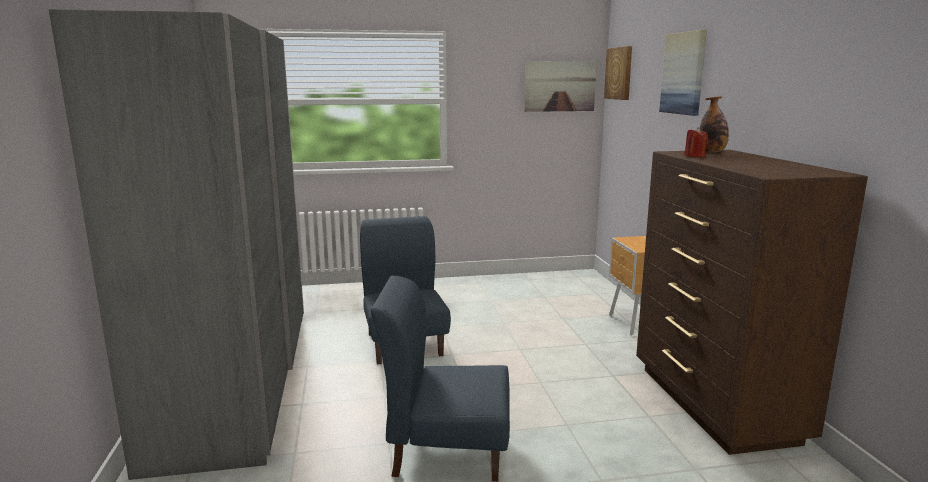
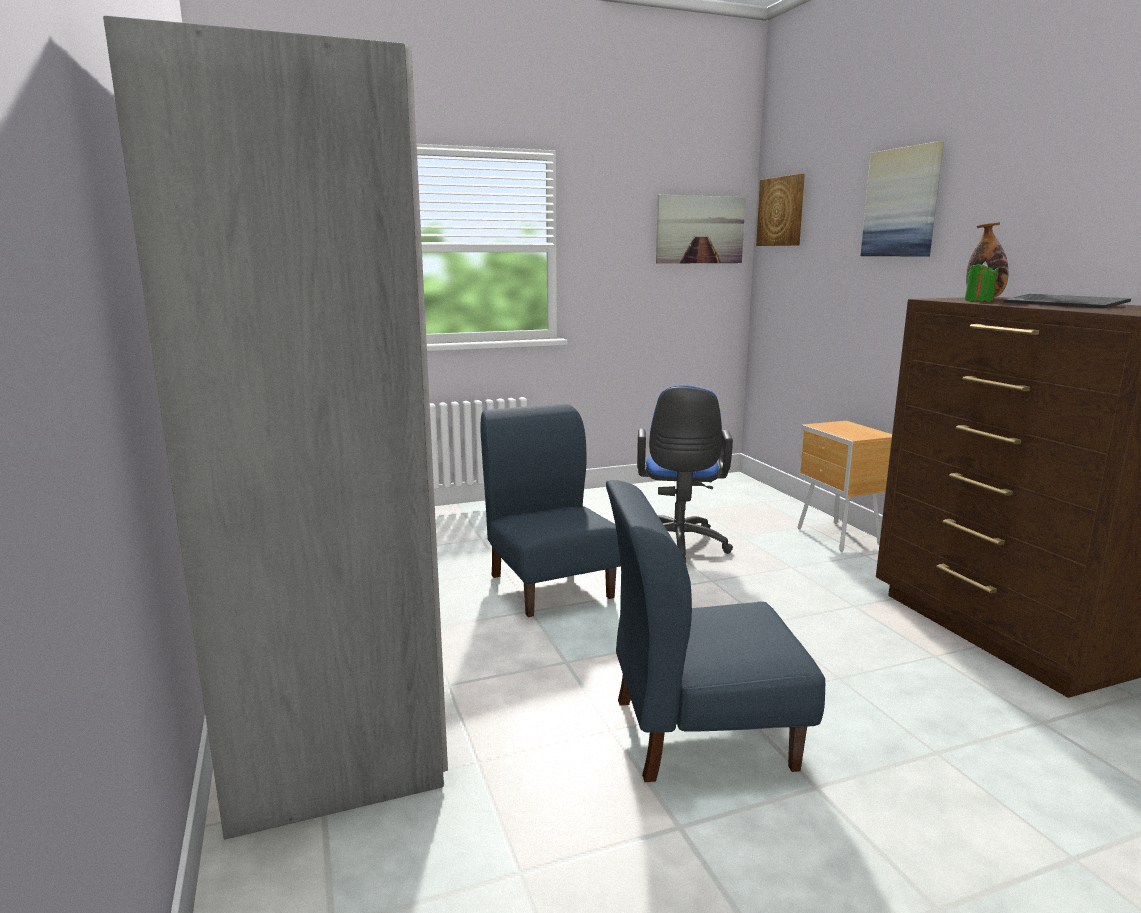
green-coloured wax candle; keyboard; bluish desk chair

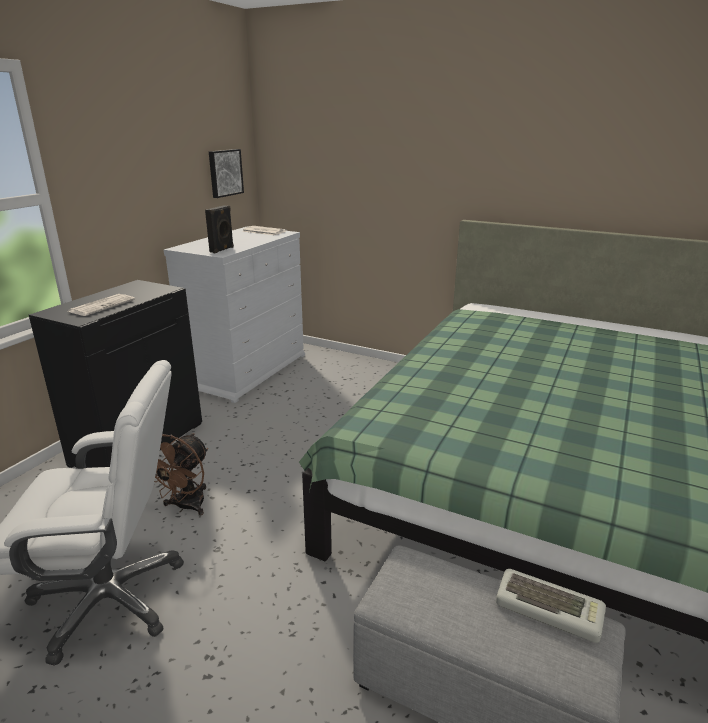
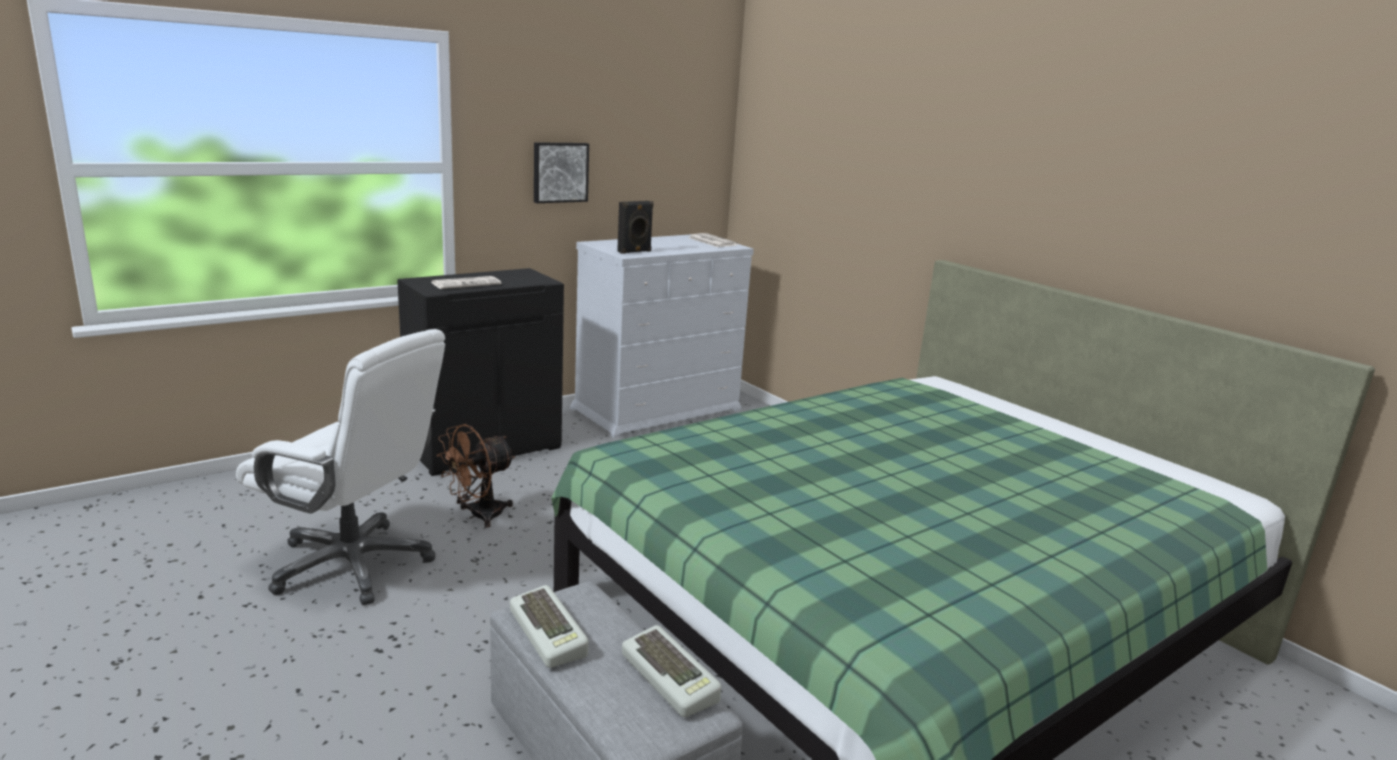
wall art; keyboard (no. 1 from left)

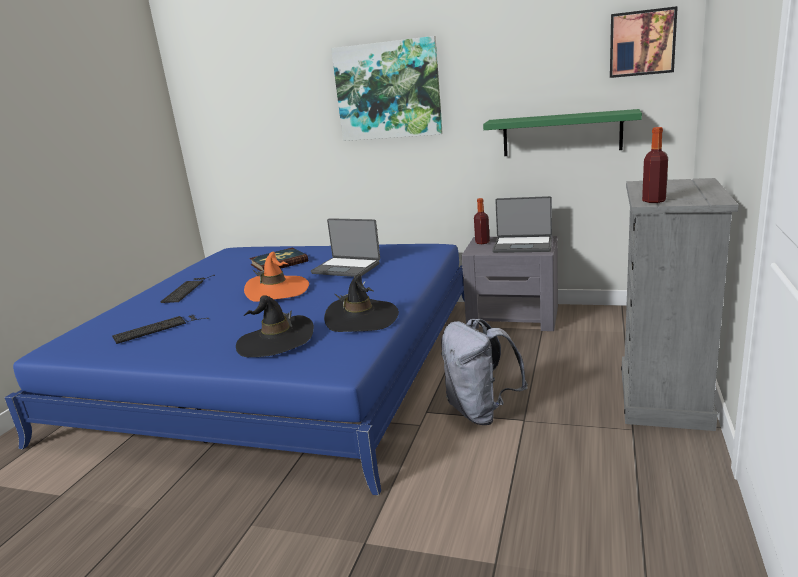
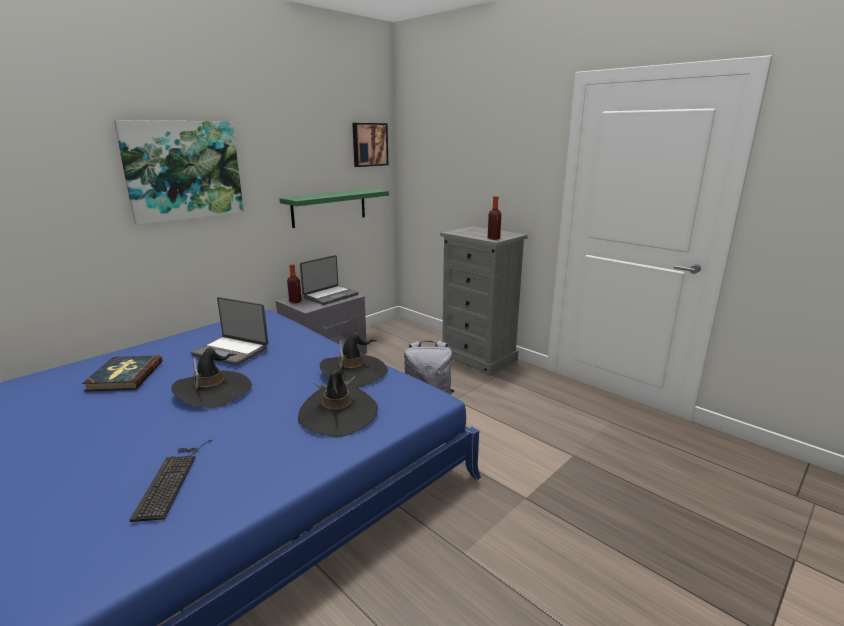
notebook computer (no. 1 from left); blackish clothing hat (no. 1 from left); keyboard (no. 2 from left in the first image)

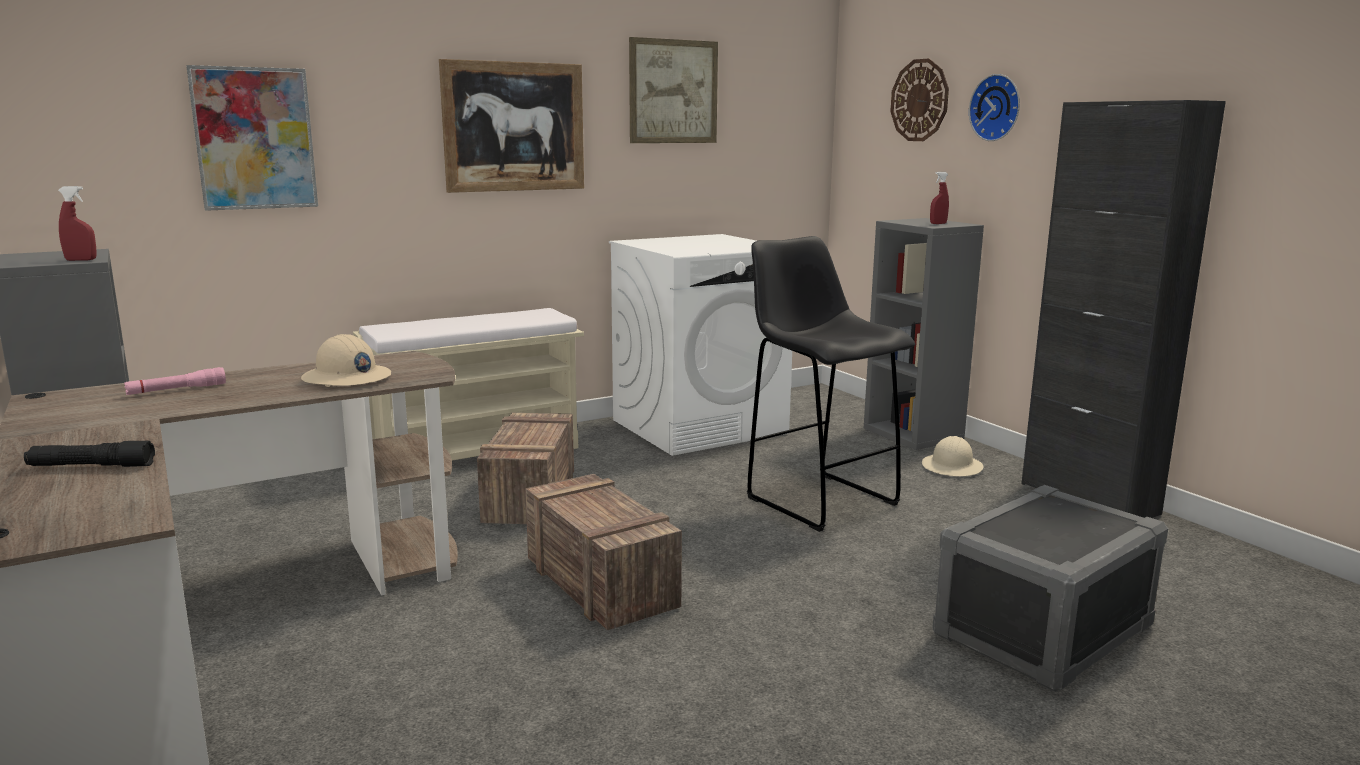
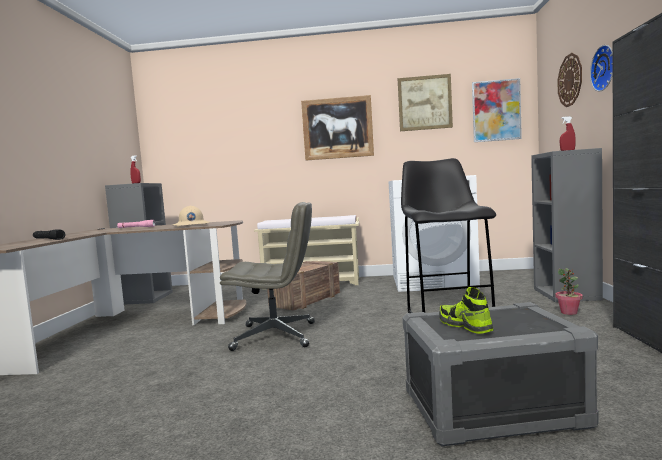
wall art (no. 3 from left); potted plant; grey desk chair; item of footwear

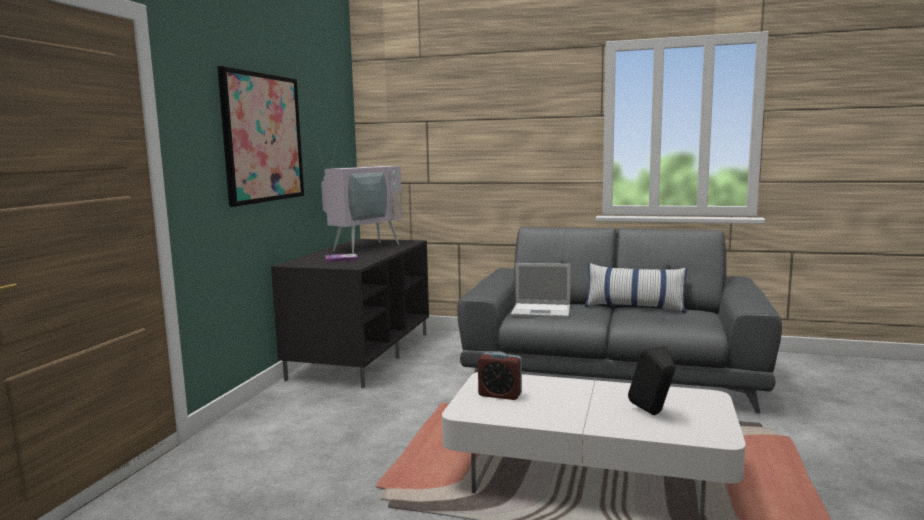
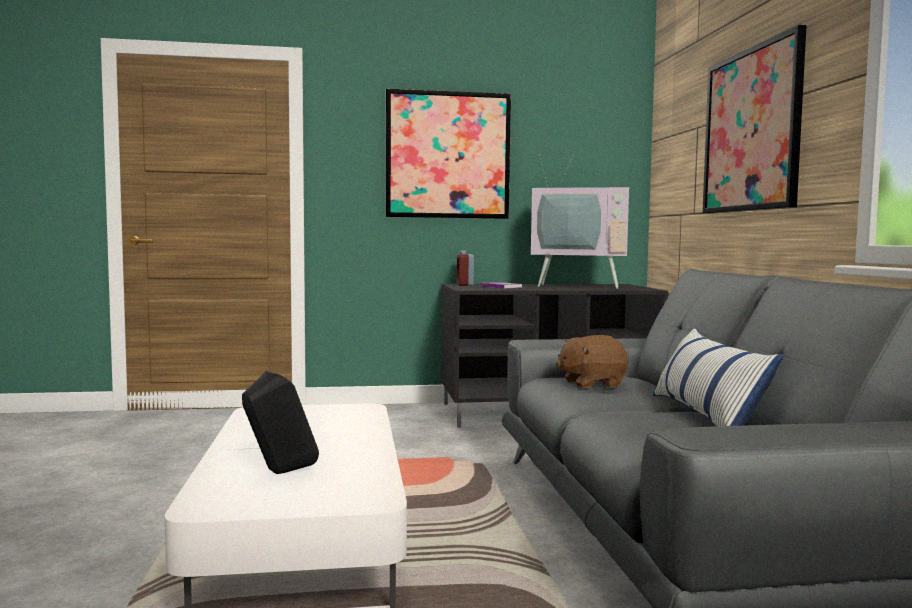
brown-coloured soft toy; alarm clock; wall art (no. 2 from left)

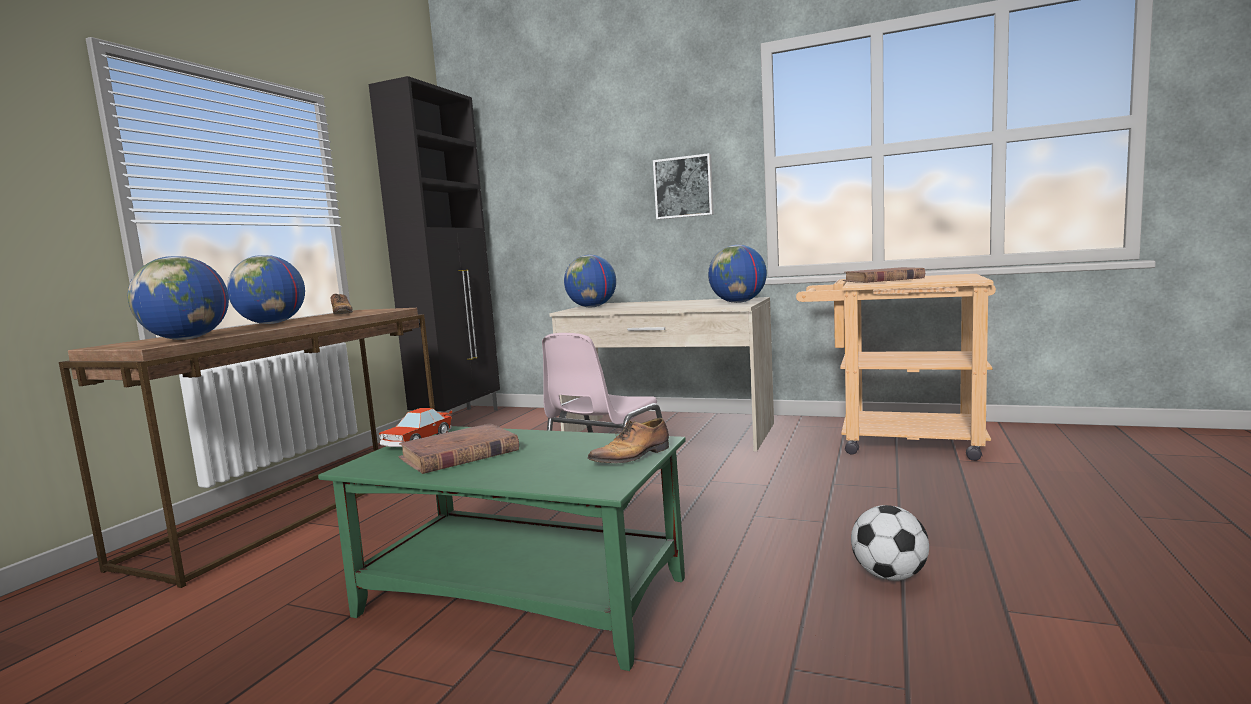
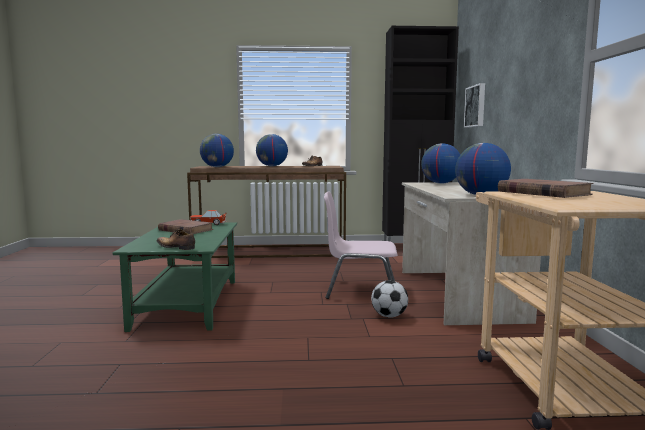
wall art; football ball

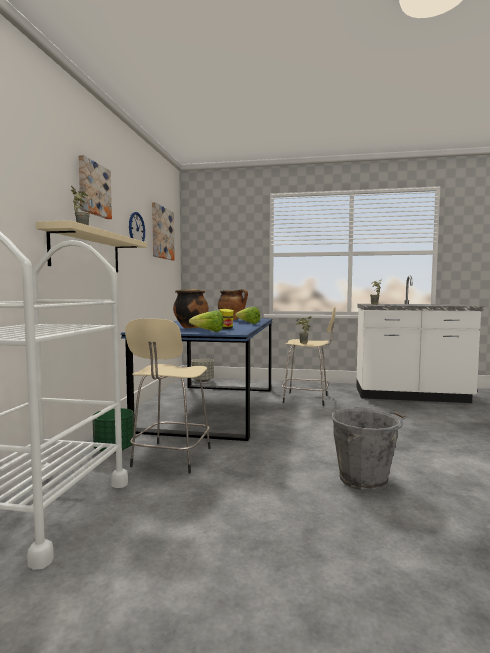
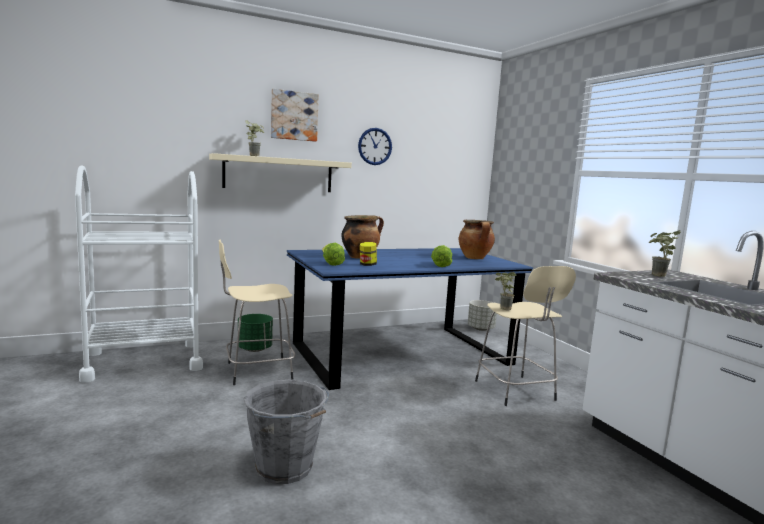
wall art (no. 2 from left in the first image)

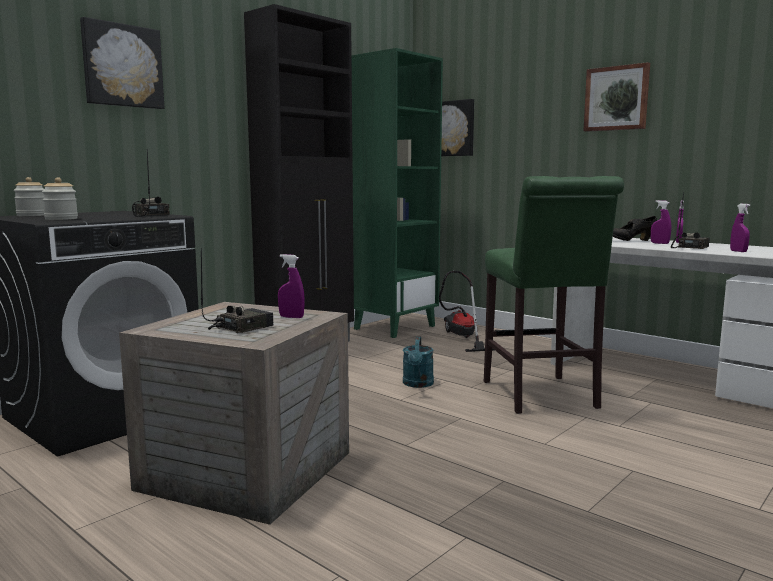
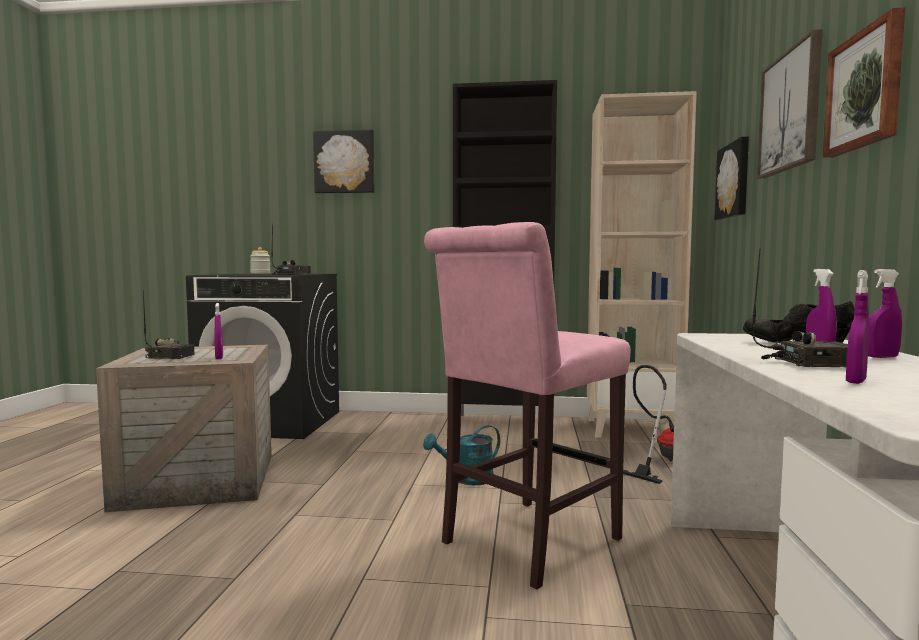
sand-coloured bookcase; pink-coloured stool seat; preserve jar (no. 2 from left in the first image); wall art (no. 3 from left)

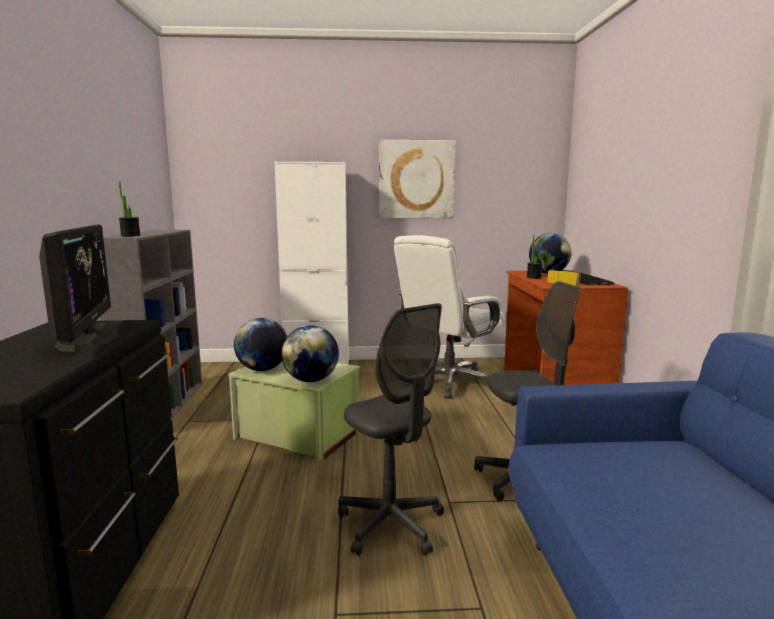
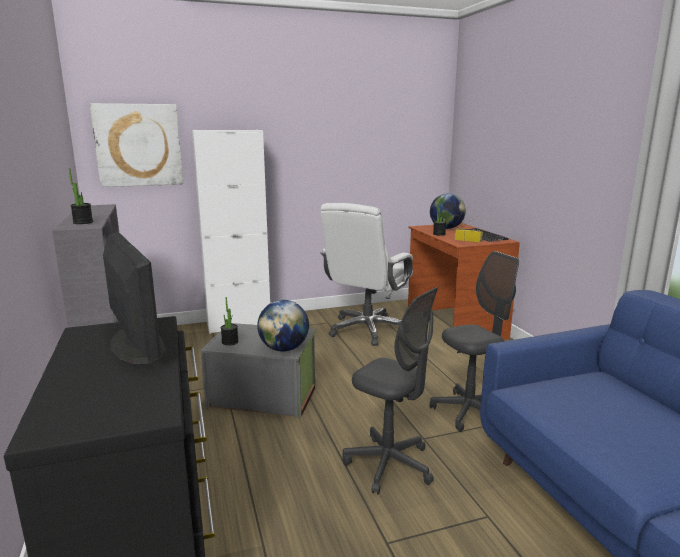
wall art; potted plant (no. 2 from left); grey storage container

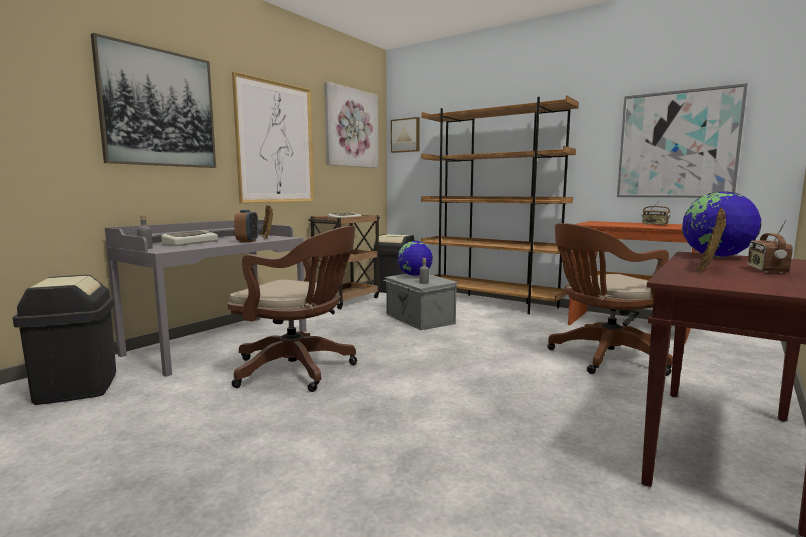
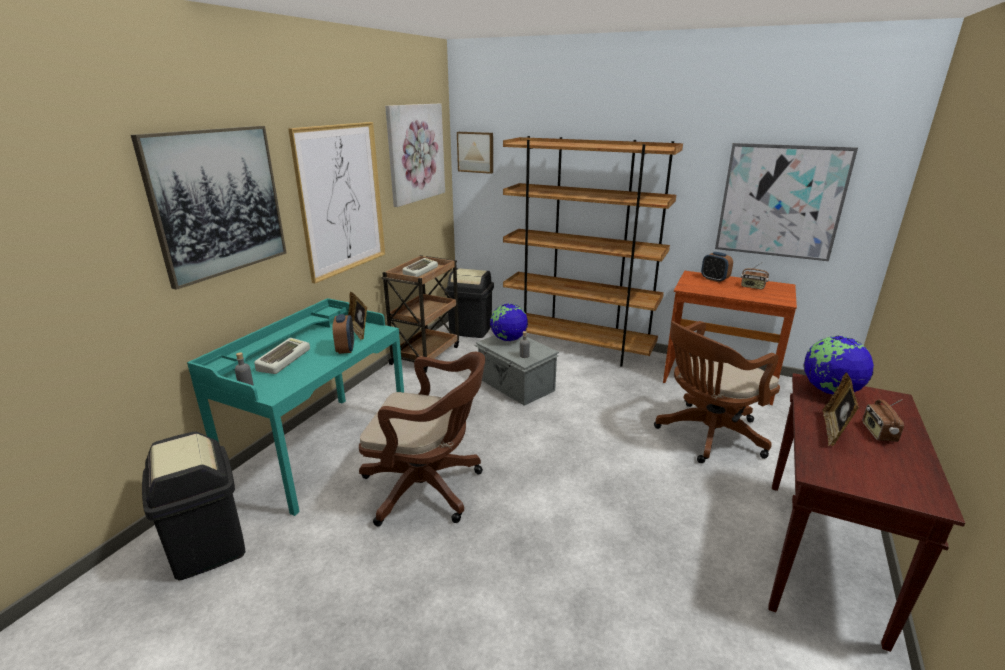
turquoise-coloured desk table; alarm clock (no. 2 from left)

